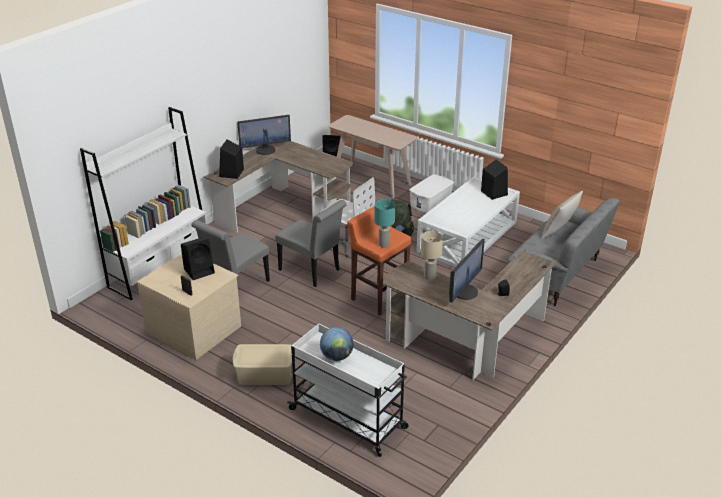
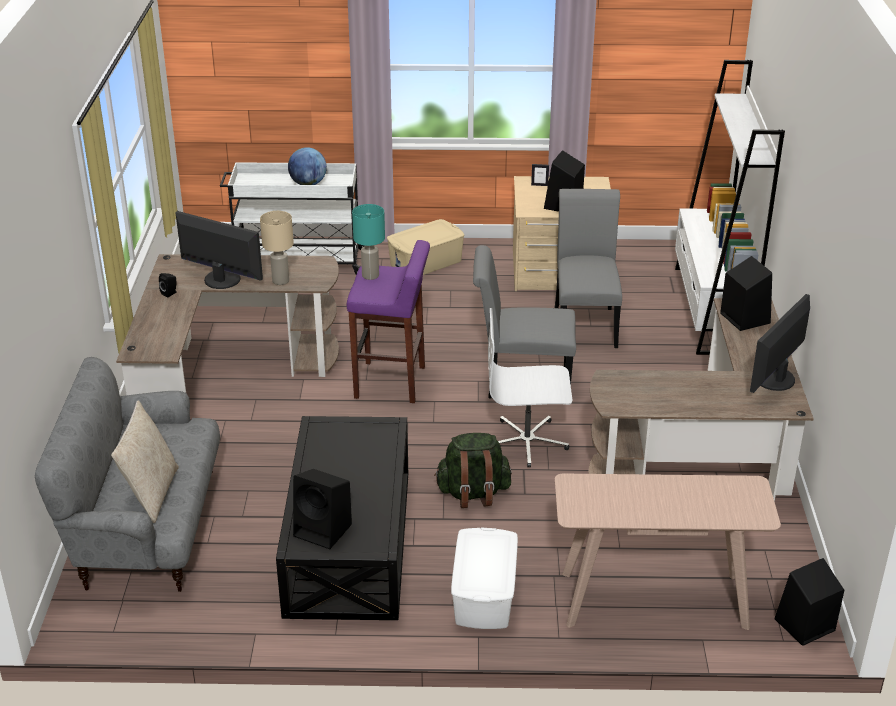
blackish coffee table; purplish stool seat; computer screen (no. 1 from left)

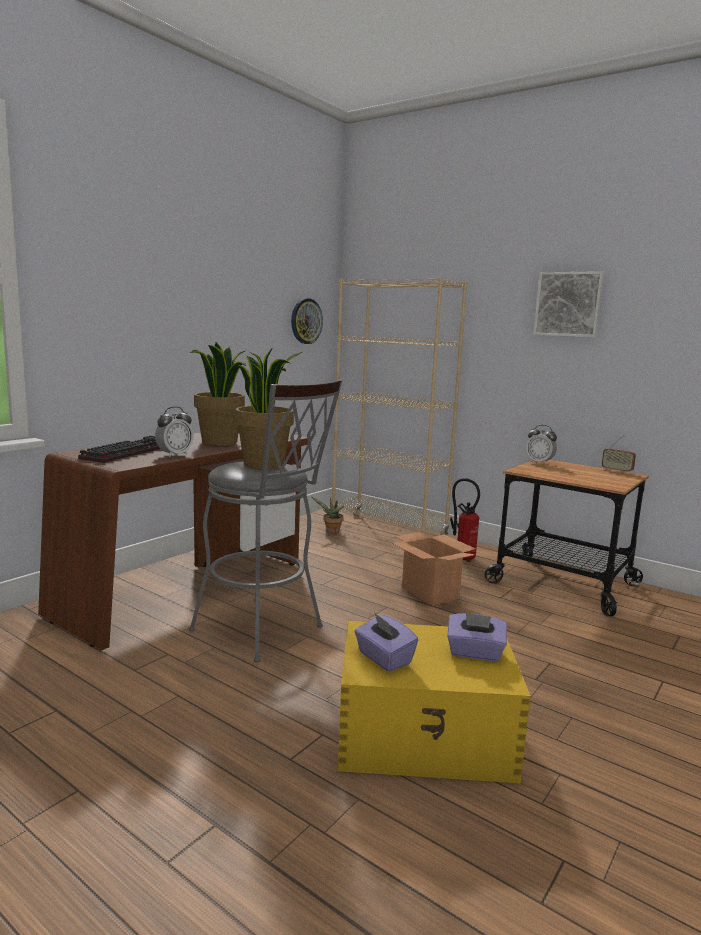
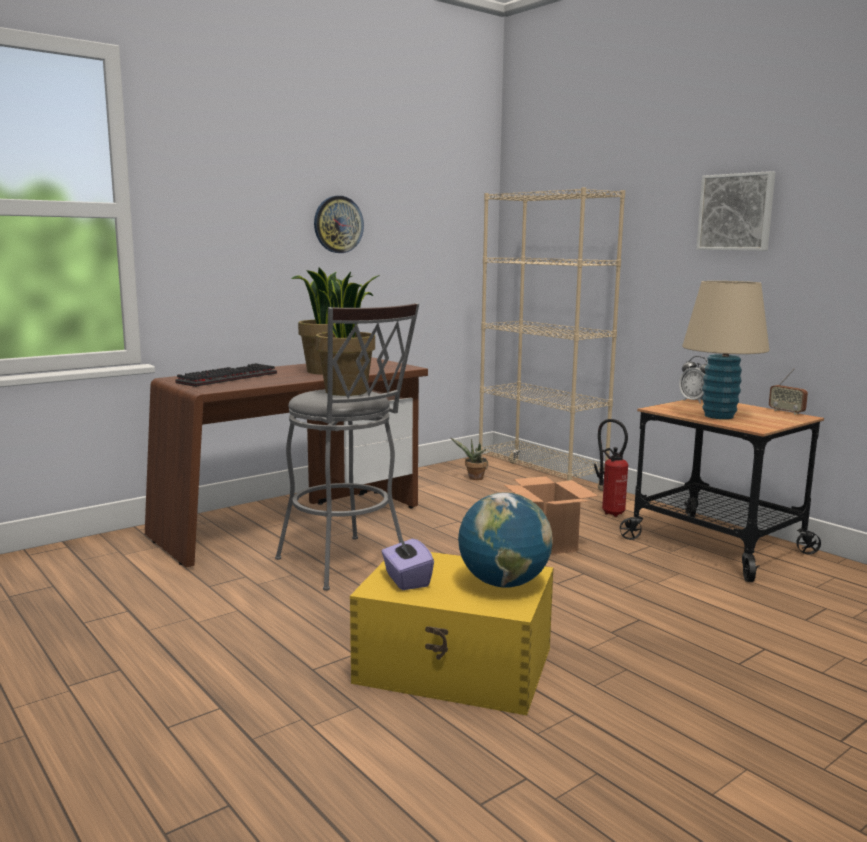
wall clock; alarm clock (no. 1 from left in the first image); world globe; sand-coloured lamp for a table

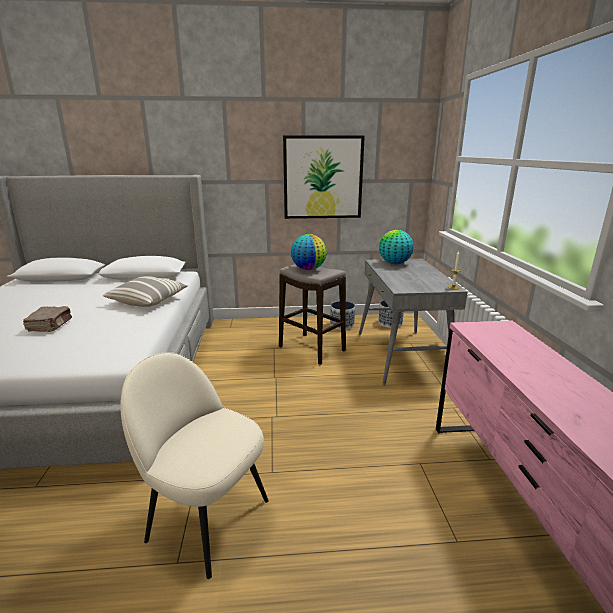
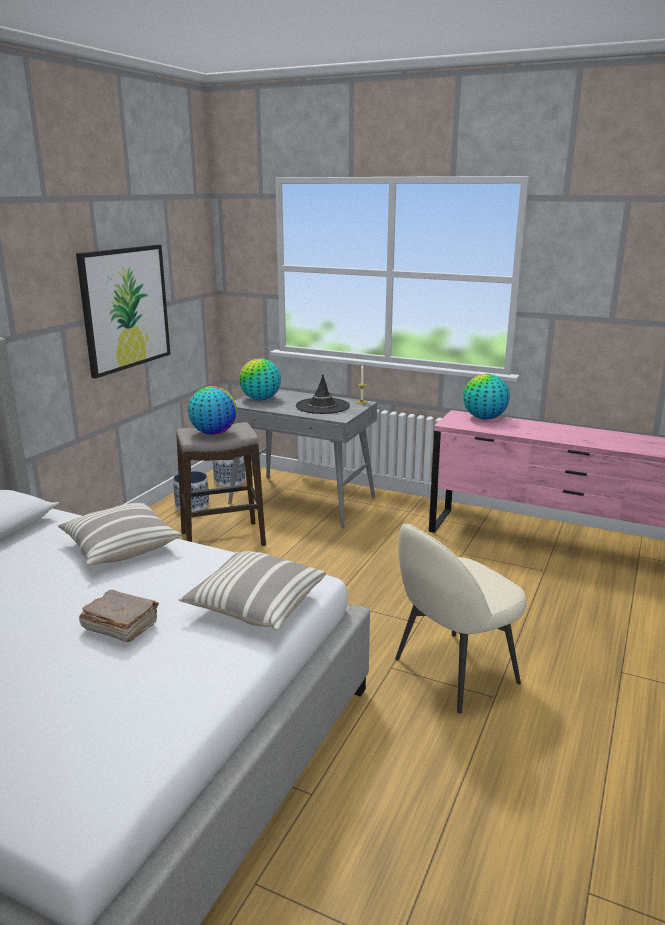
blackish clothing hat; world globe (no. 3 from left); cushion (no. 2 from left)

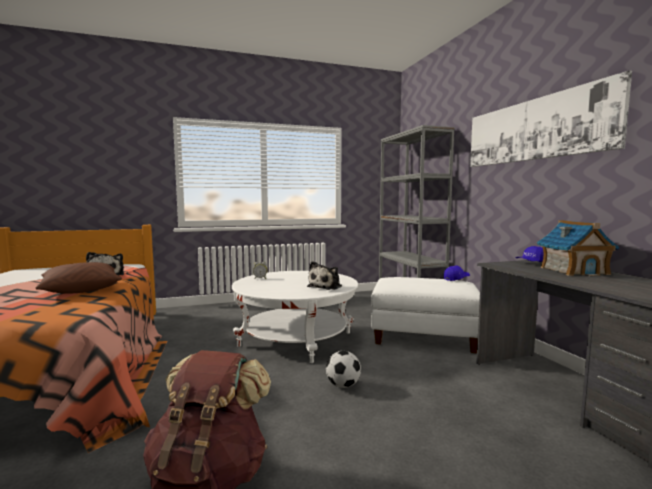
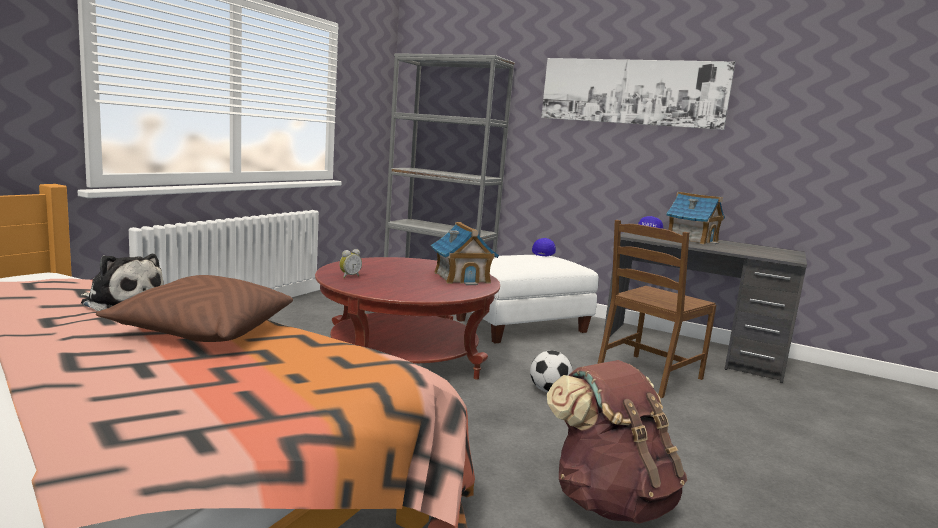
model house (no. 1 from left); reddish coffee table; brown-coloured plain chair

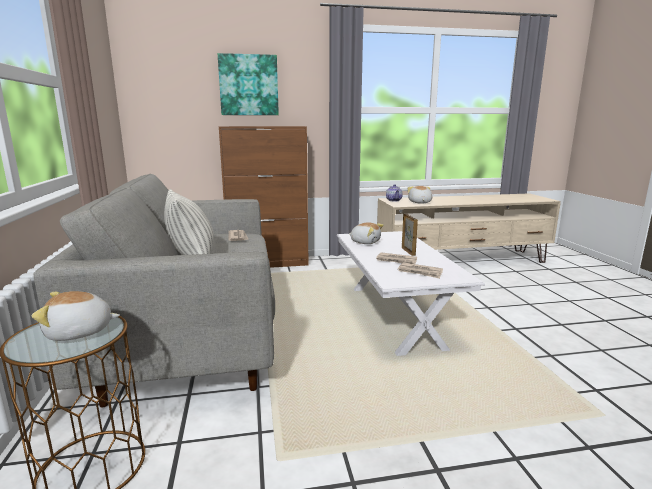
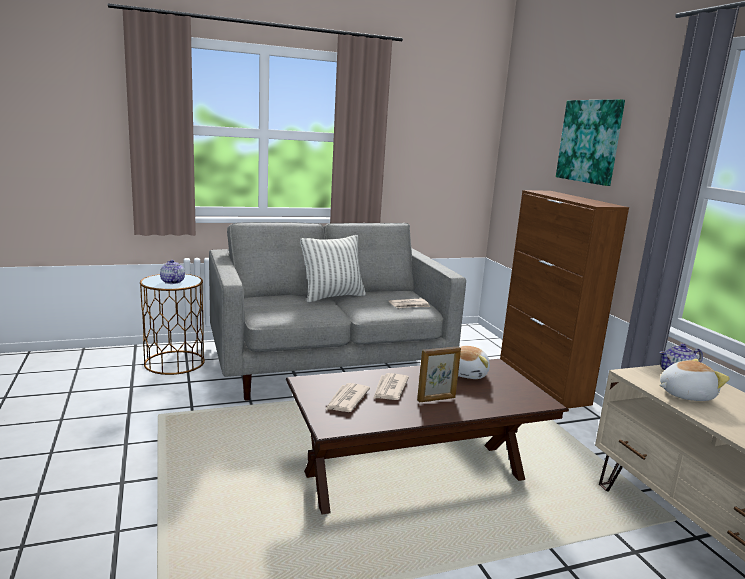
brown-coloured coffee table; teapot (no. 1 from left)

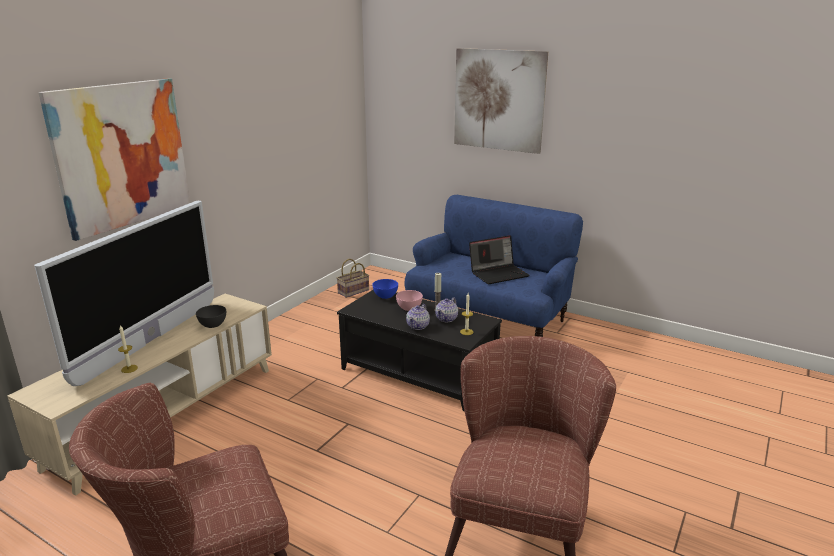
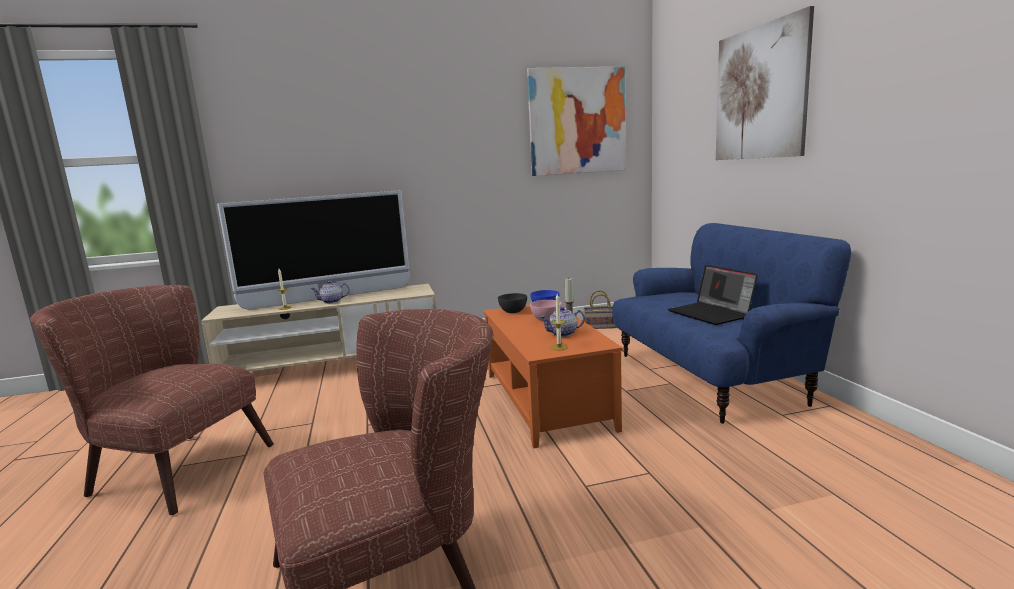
wall art (no. 1 from left); notebook computer; orangey coffee table; teapot (no. 1 from left); grey deep dish

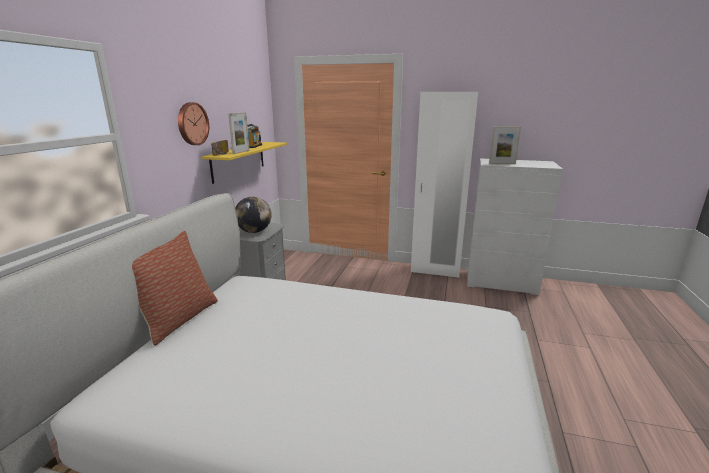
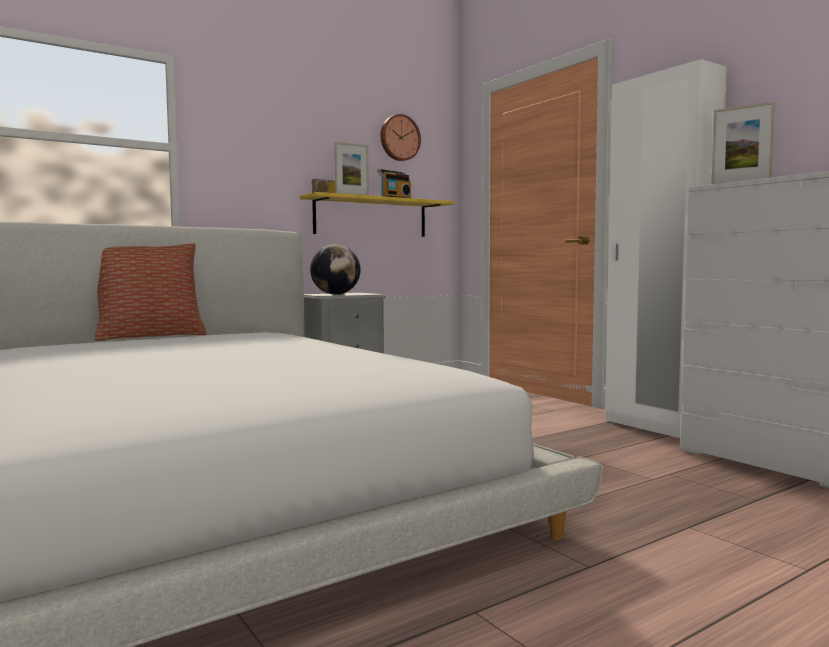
wall clock

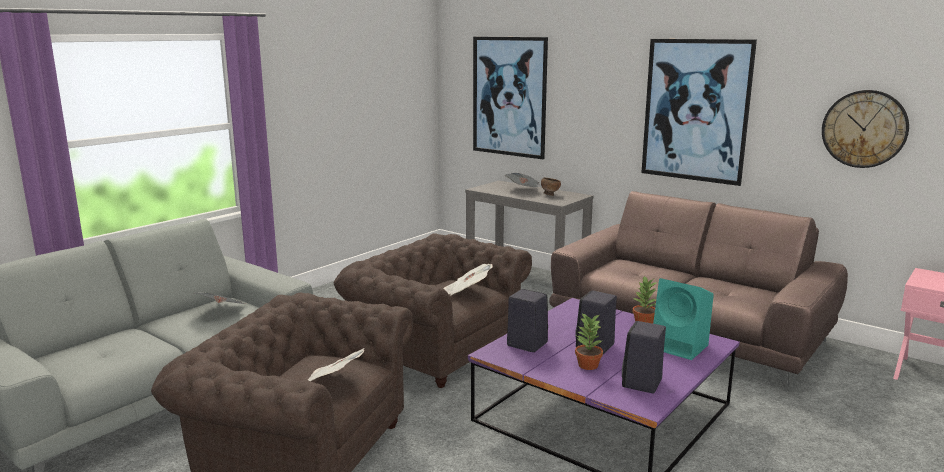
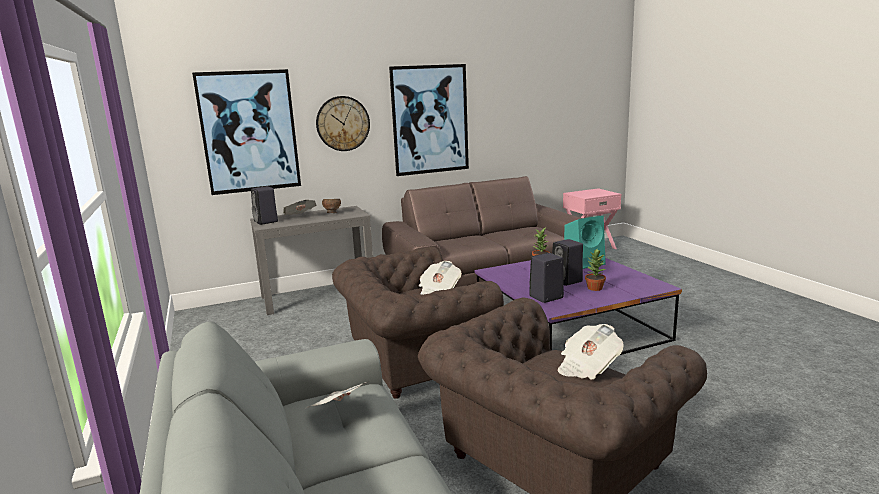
wall clock; blackish audio speaker (no. 1 from left)

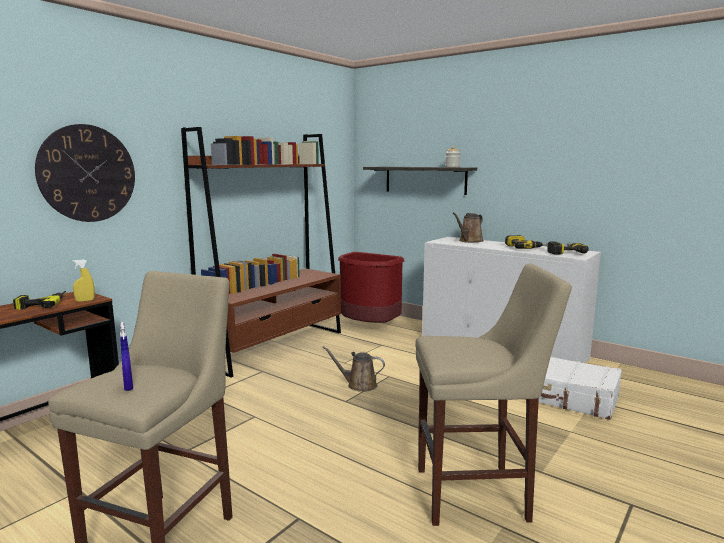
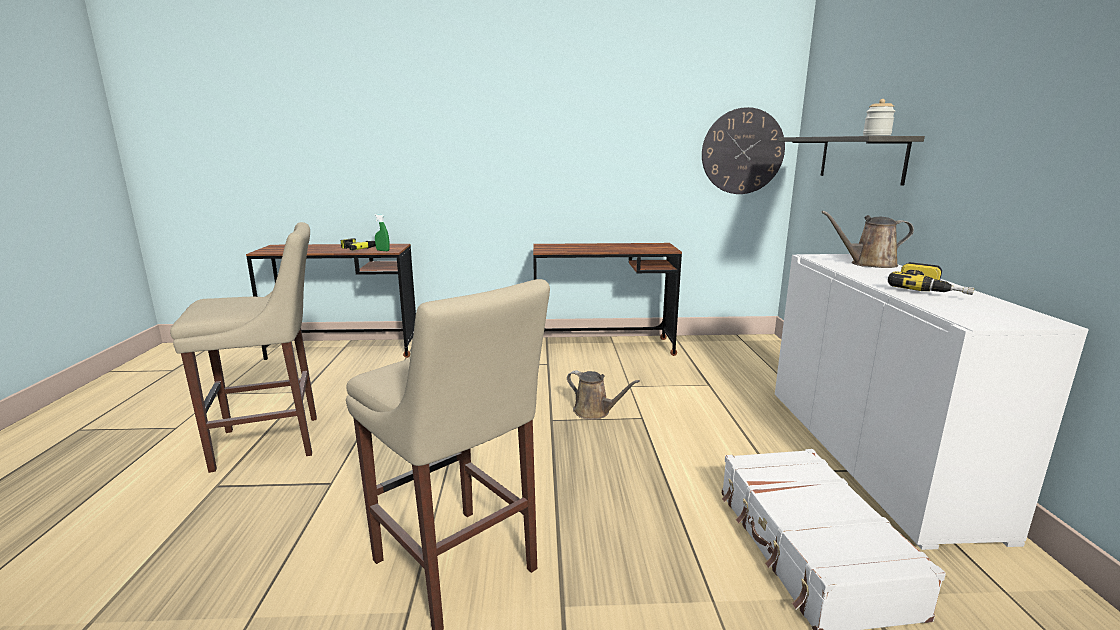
wall clock; brown-coloured desk table (no. 2 from left); electric drill (no. 3 from left in the first image); reddish rubbish bin; green-coloured spray bottle; bluish spray bottle; brown-coloured watering pot (no. 1 from left)

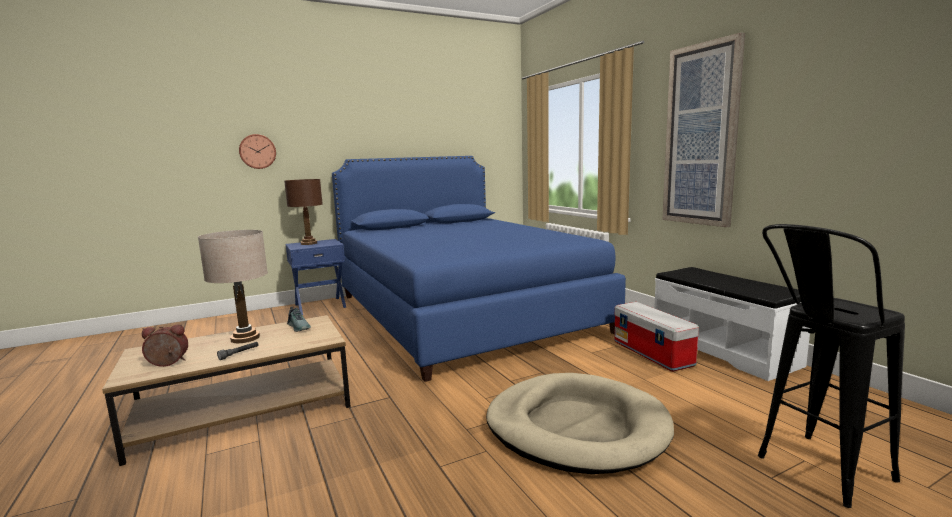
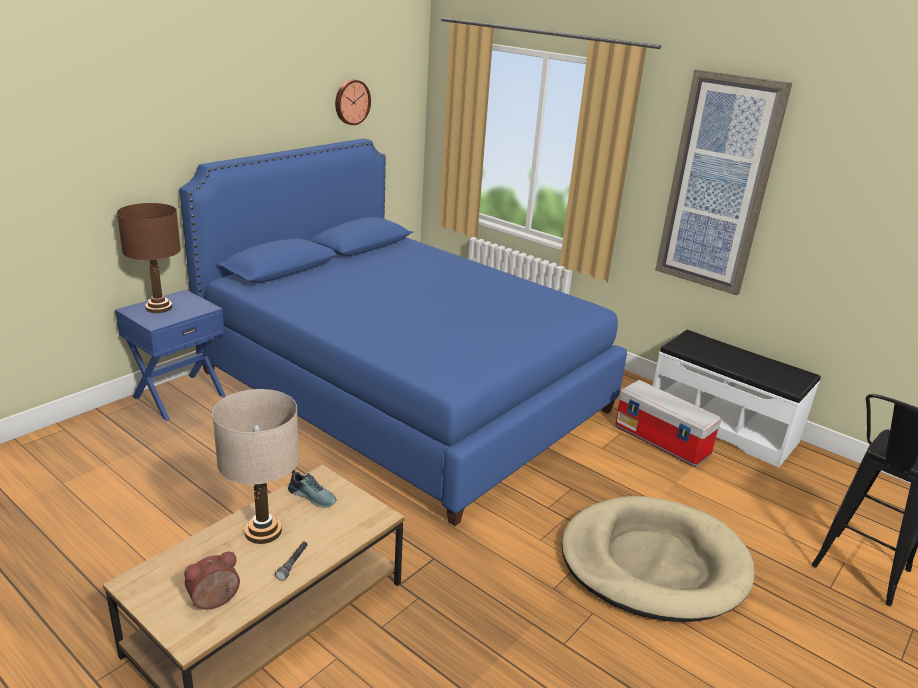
wall clock

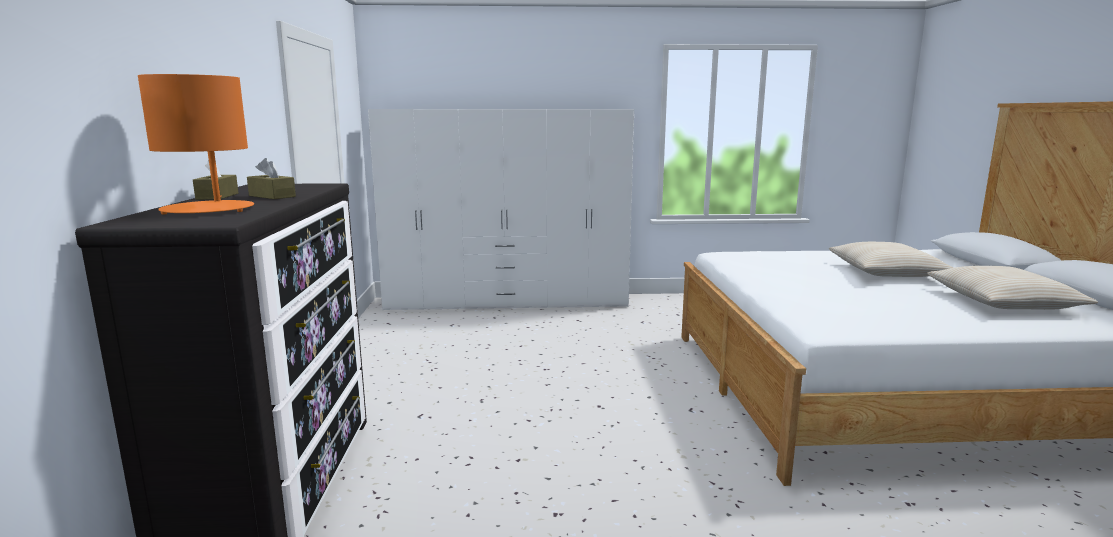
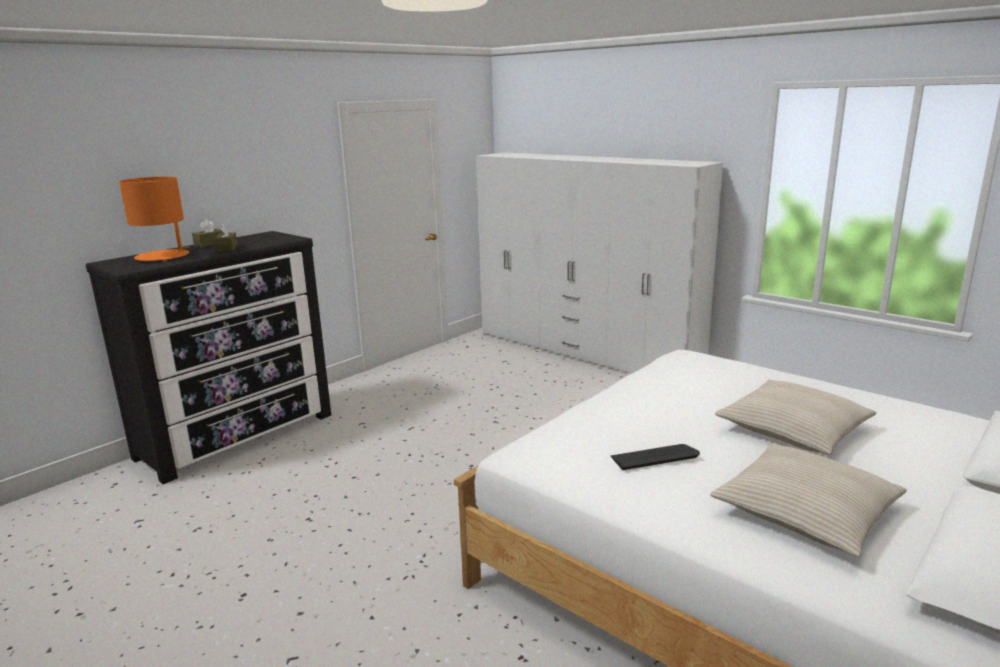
keyboard

